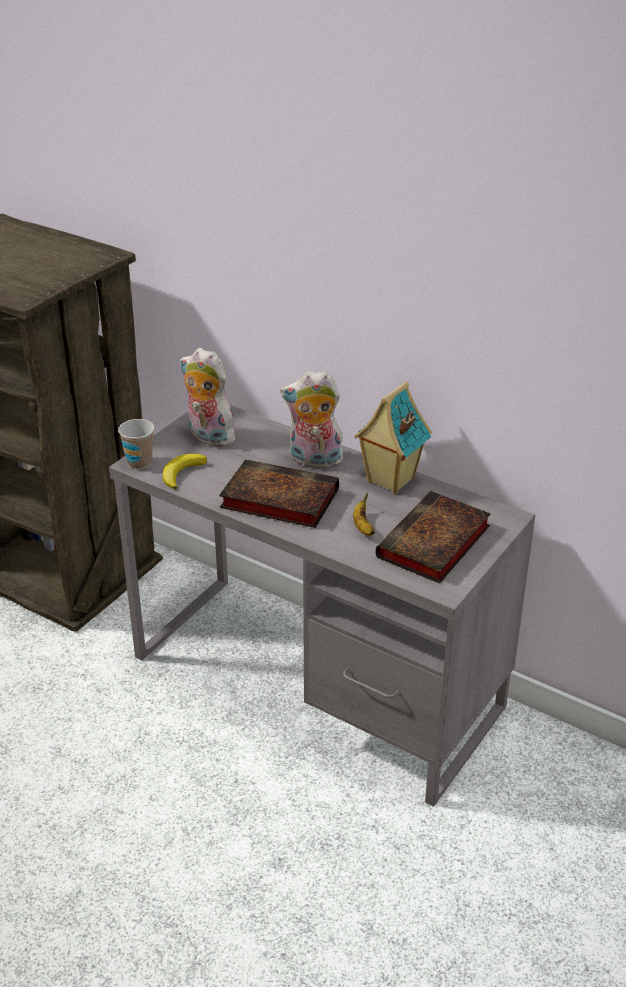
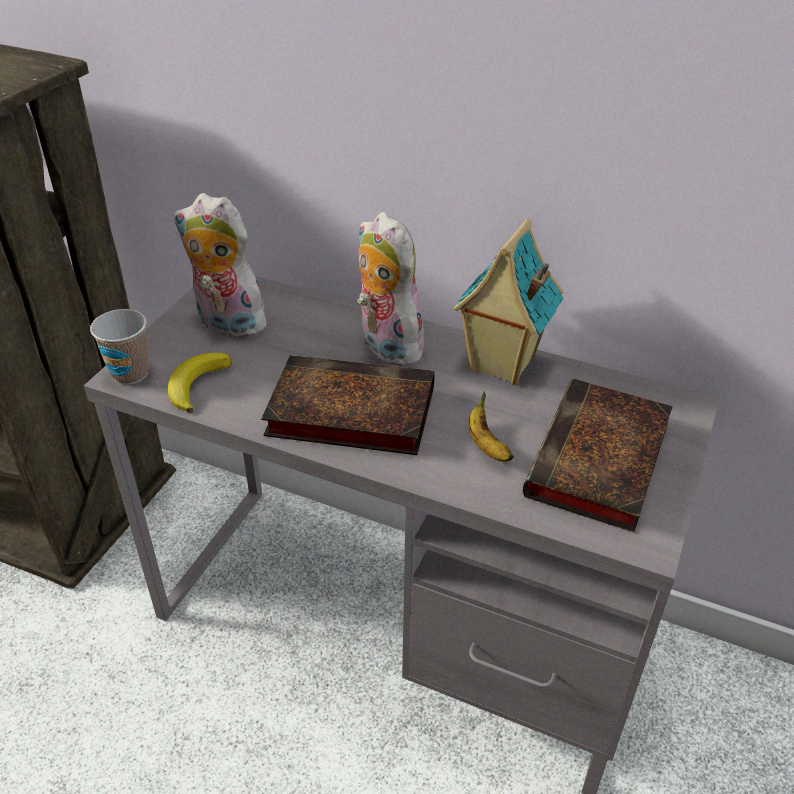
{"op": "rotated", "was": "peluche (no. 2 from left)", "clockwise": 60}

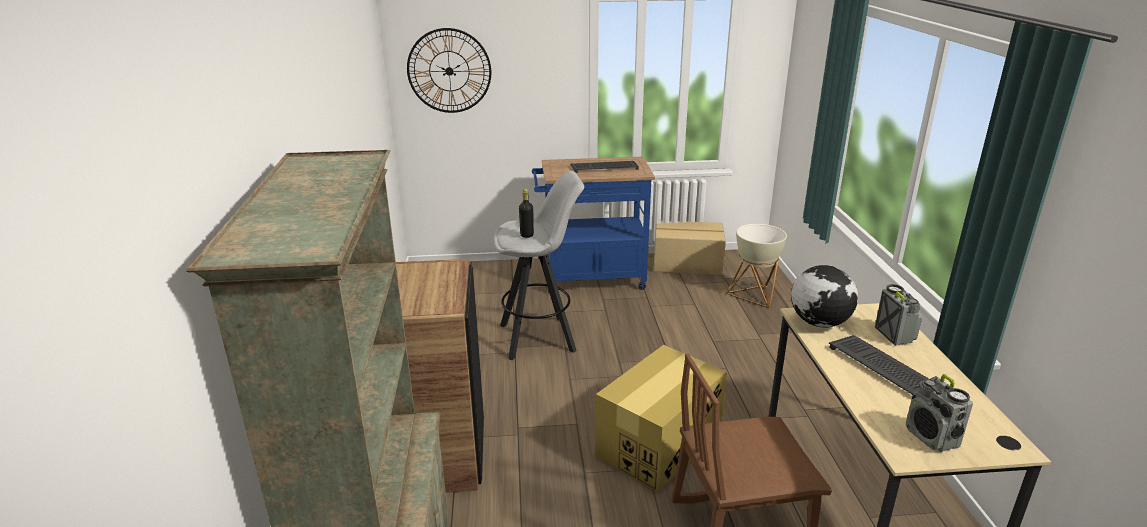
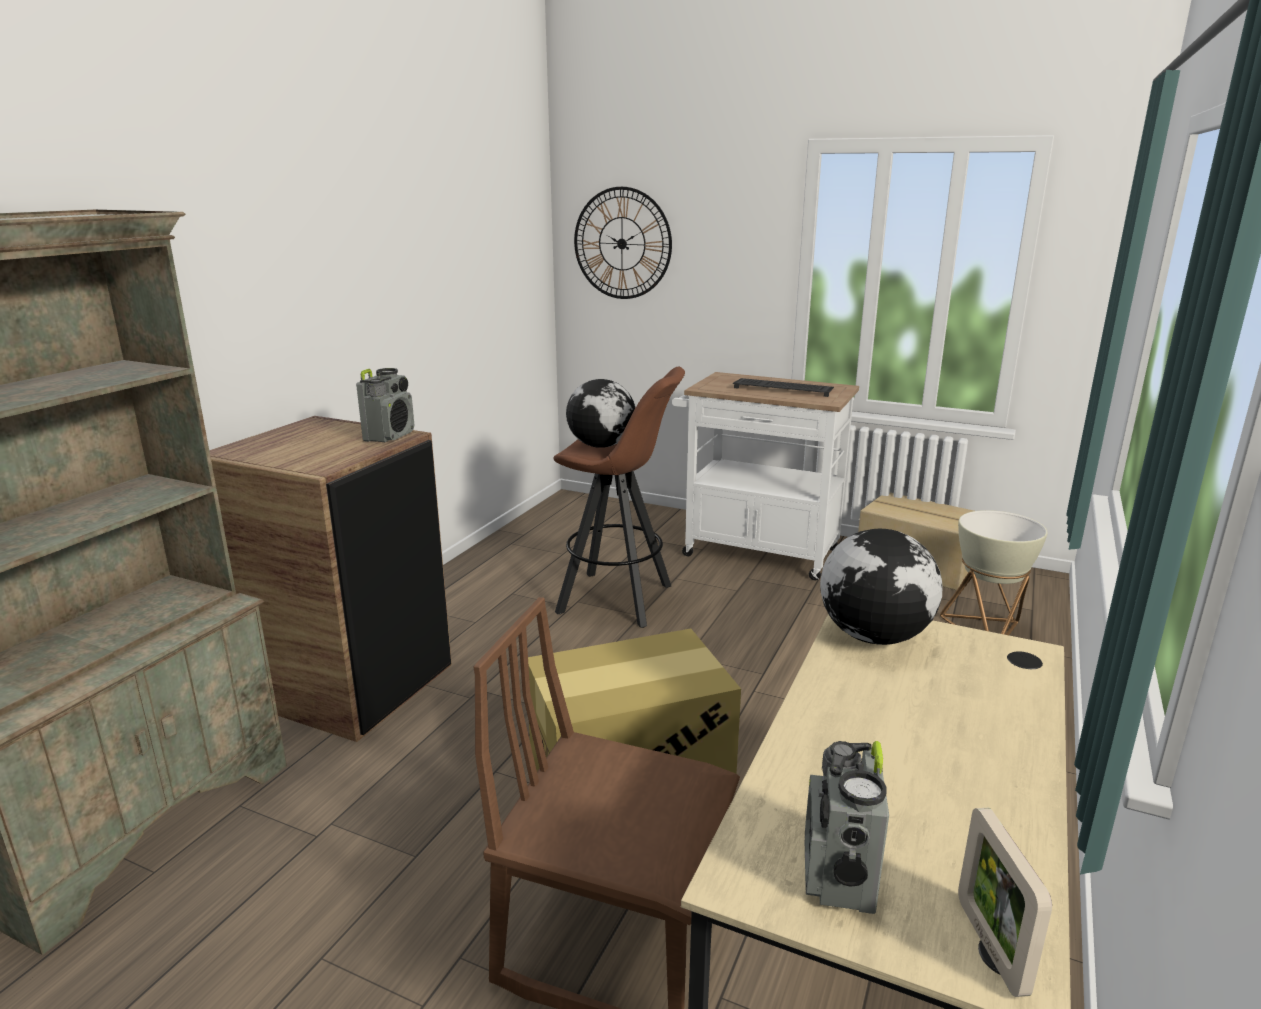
{"op": "repainted", "was": "chariot (bleu)", "now": "chariot (blanc)"}
{"op": "repainted", "was": "tabouret (gris)", "now": "tabouret (marron)"}
{"op": "swapped", "was": "bouteille (noir)", "now": "globe (no. 1 from left)"}
{"op": "shifted", "was": "radio (no. 1 from left)"}
{"op": "gone", "was": "clavier (no. 2 from left)"}
{"op": "new", "now": "cadre photo"}

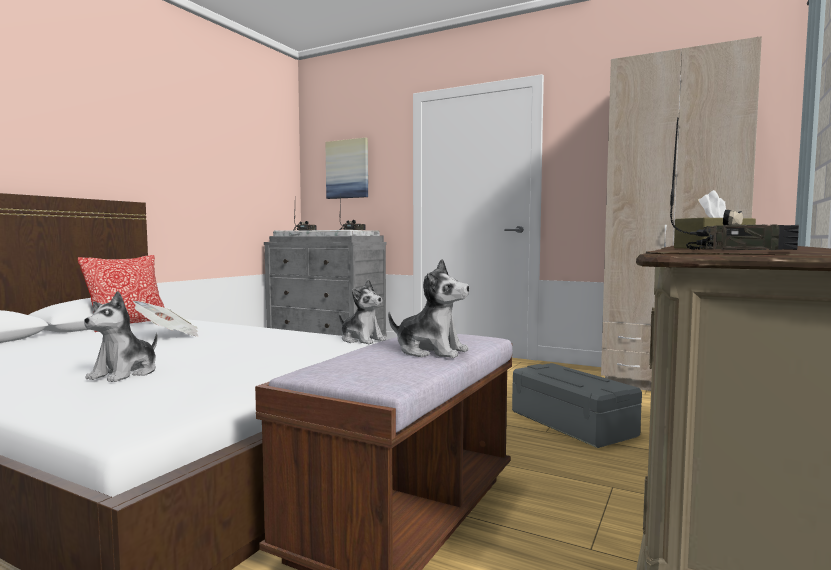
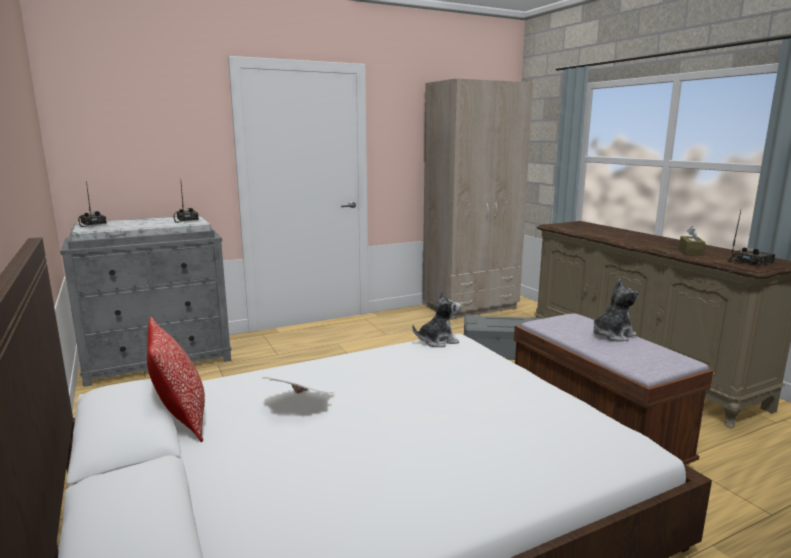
{"op": "gone", "was": "tableau"}
{"op": "gone", "was": "peluche (no. 1 from left)"}

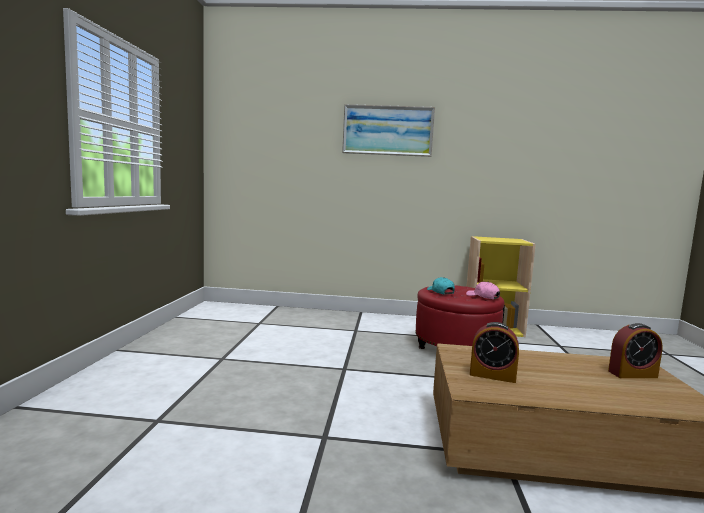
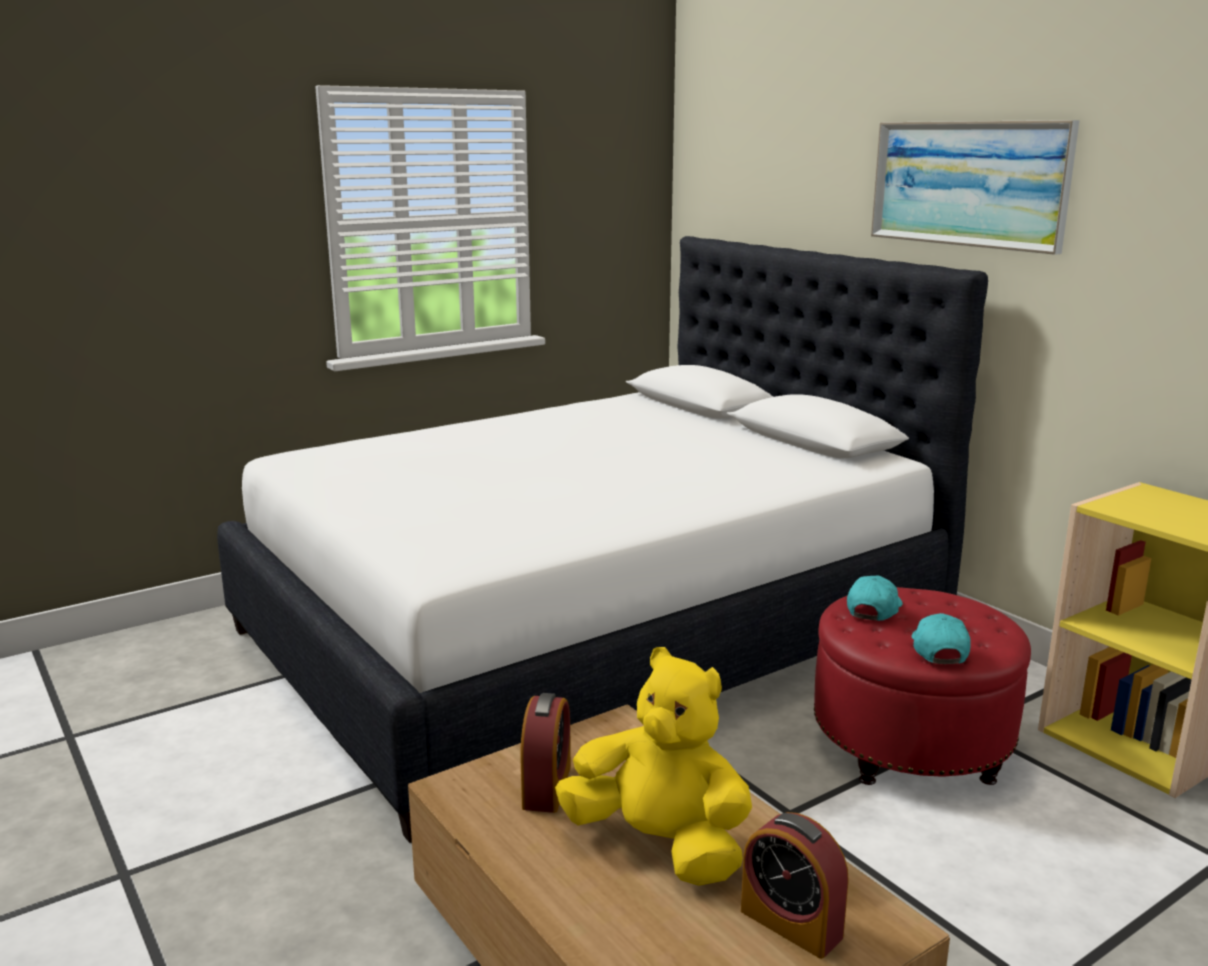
{"op": "repainted", "was": "casquette (rose)", "now": "casquette (turquoise) (no. 2 from left)"}
{"op": "rotated", "was": "réveil (no. 1 from left)", "clockwise": -150}
{"op": "new", "now": "lit (blanc)"}
{"op": "new", "now": "peluche (jaune)"}

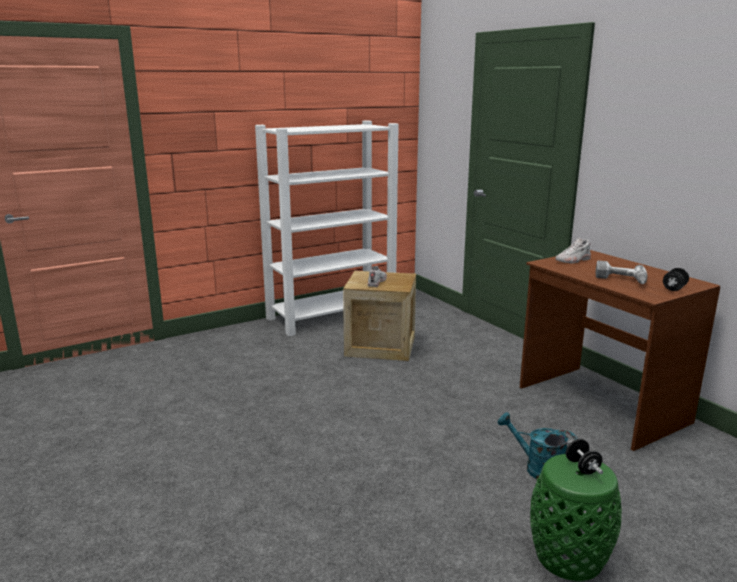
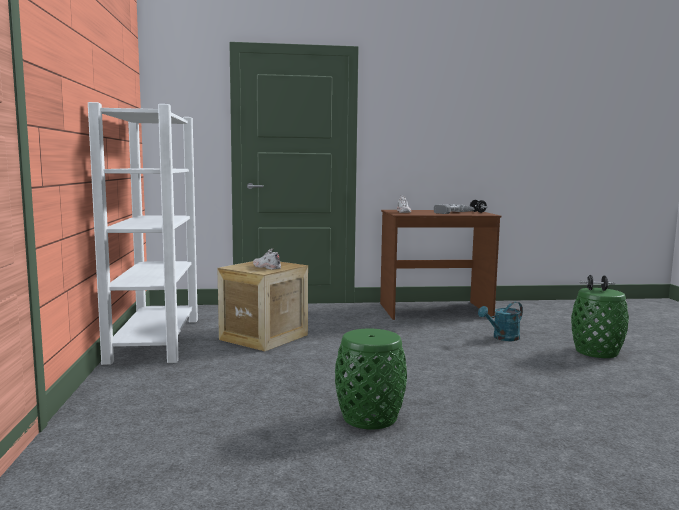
{"op": "new", "now": "tabouret (vert) (no. 1 from left)"}

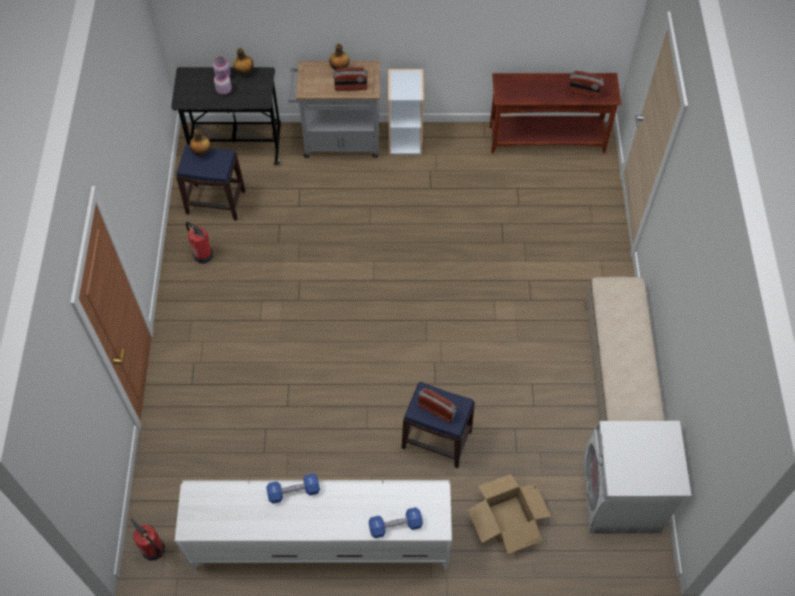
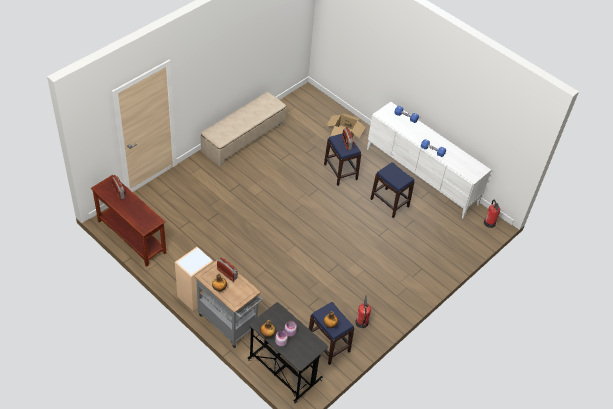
{"op": "gone", "was": "lave-linge (blanc)"}
{"op": "new", "now": "tabouret (no. 3 from left)"}

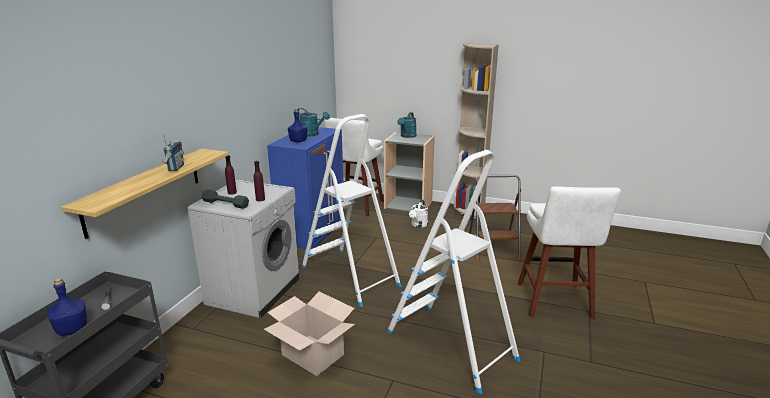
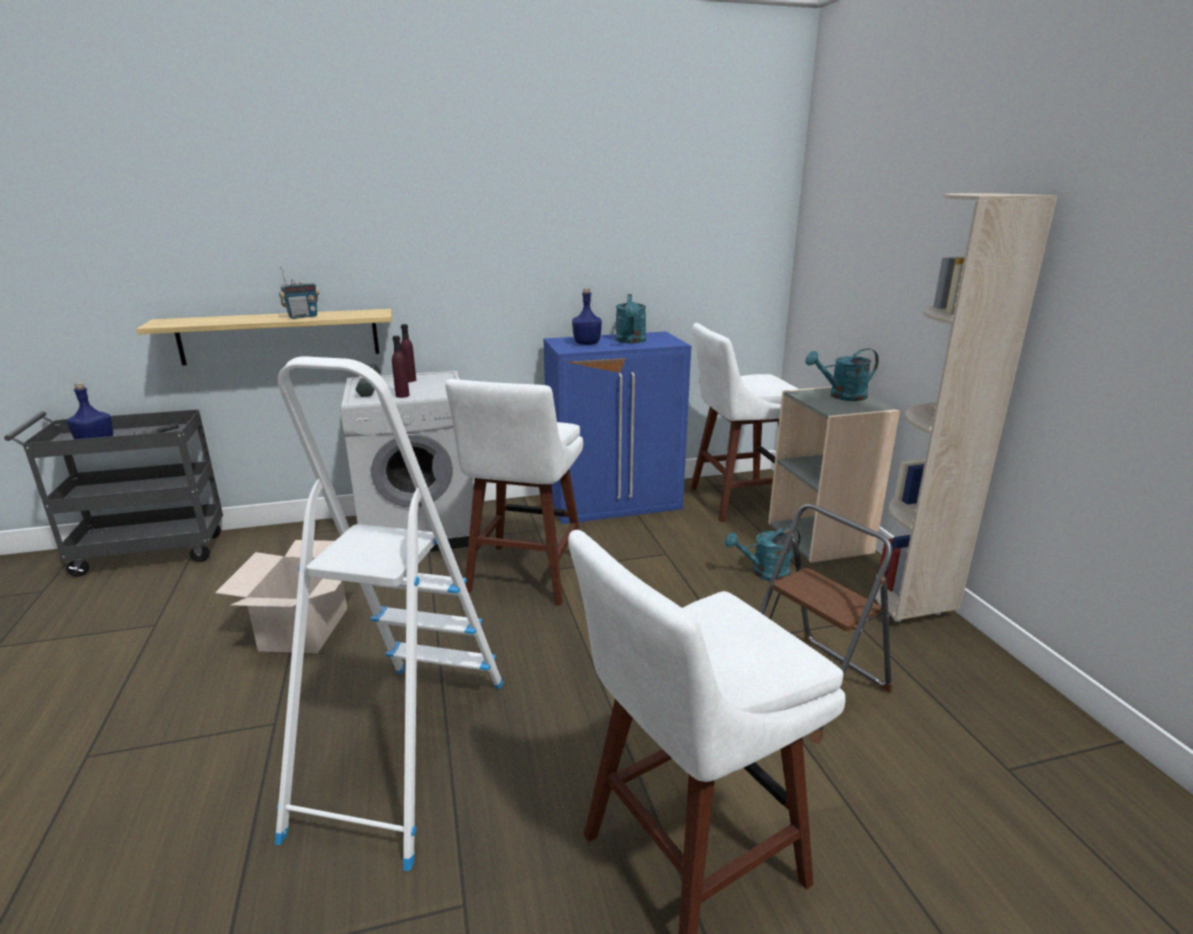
{"op": "swapped", "was": "escabeau (blanc) (no. 1 from left)", "now": "tabouret (blanc) (no. 1 from left)"}
{"op": "repainted", "was": "arrosoir (blanc)", "now": "arrosoir (turquoise) (no. 2 from left)"}

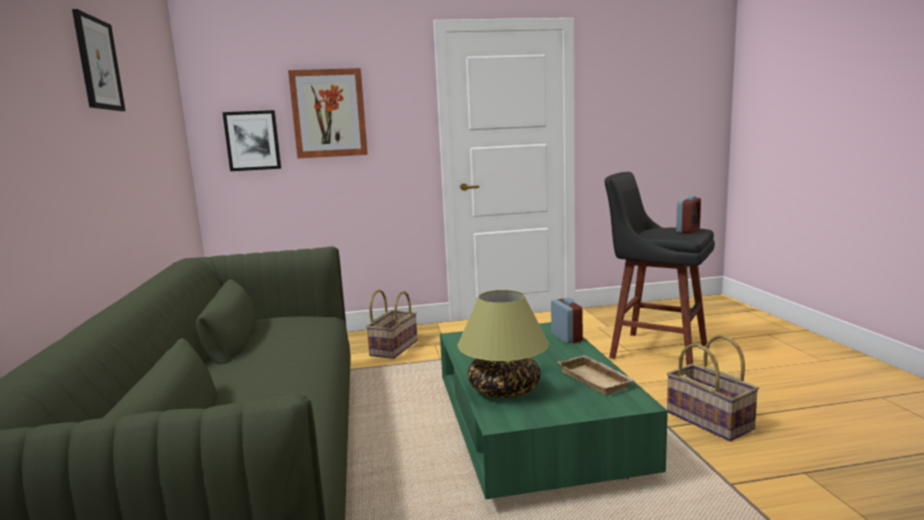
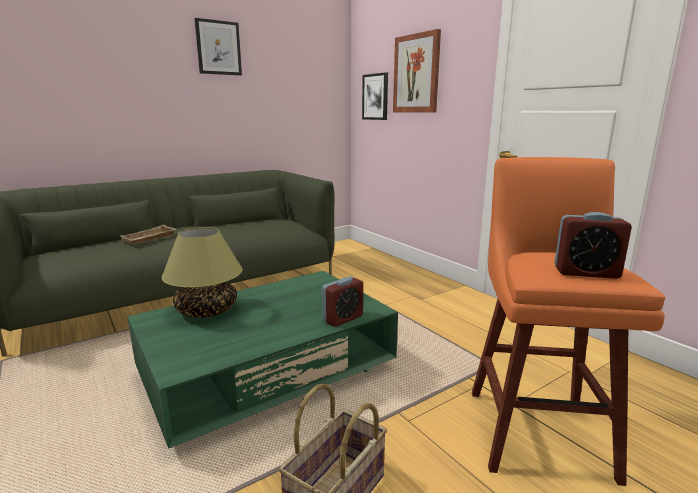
{"op": "repainted", "was": "tabouret (noir)", "now": "tabouret (orange)"}
{"op": "gone", "was": "panier (no. 1 from left)"}
{"op": "shifted", "was": "plateau (beige)"}

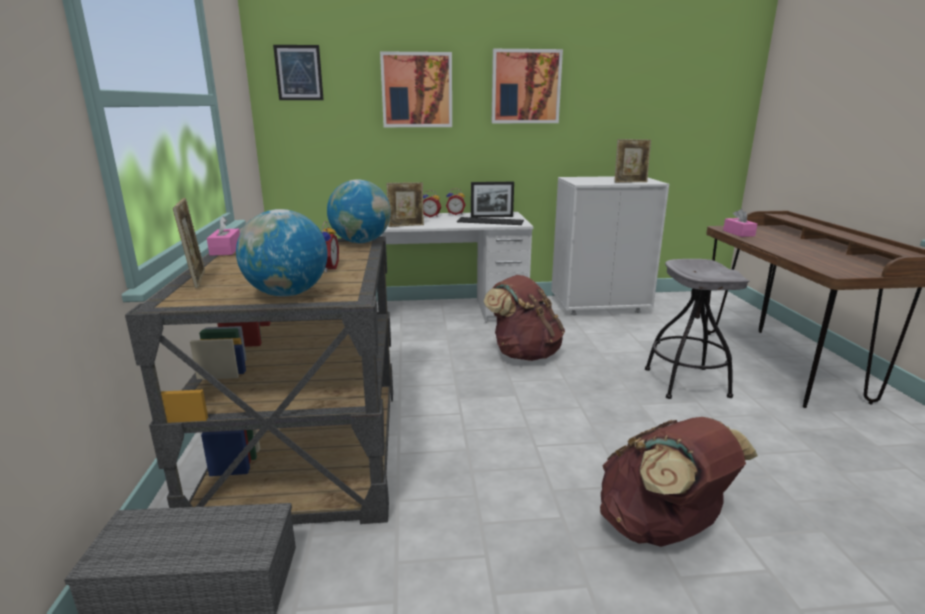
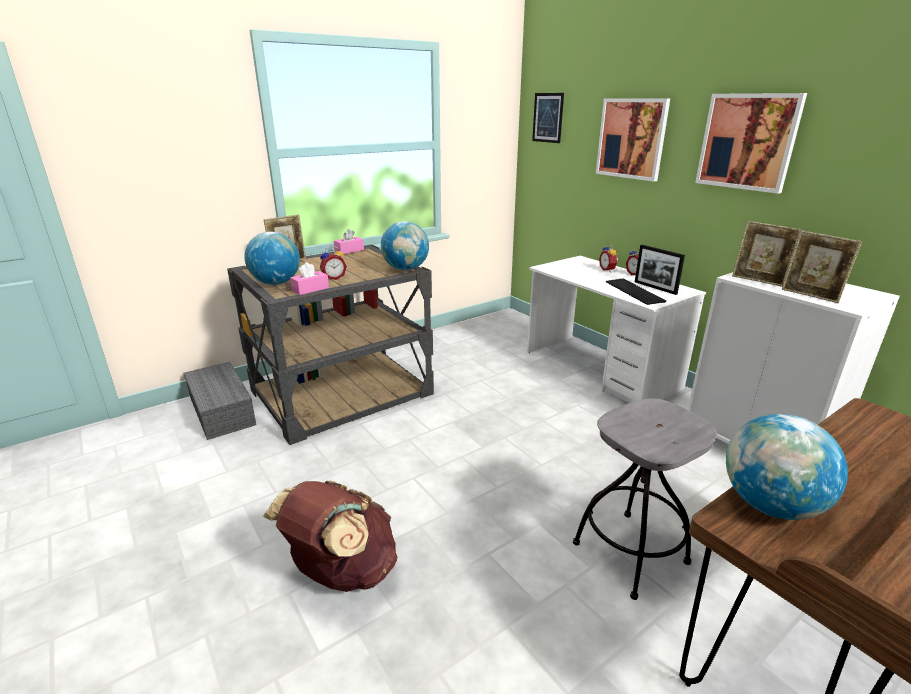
{"op": "shifted", "was": "cadre photo (no. 2 from left in the first image)", "now": "cadre photo (no. 3 from left)"}
{"op": "shifted", "was": "boîte à mouchoirs (rose) (no. 2 from left in the first image)", "now": "boîte à mouchoirs (rose) (no. 1 from left)"}
{"op": "gone", "was": "sac à dos (marron) (no. 1 from left)"}
{"op": "new", "now": "globe (no. 3 from left)"}

